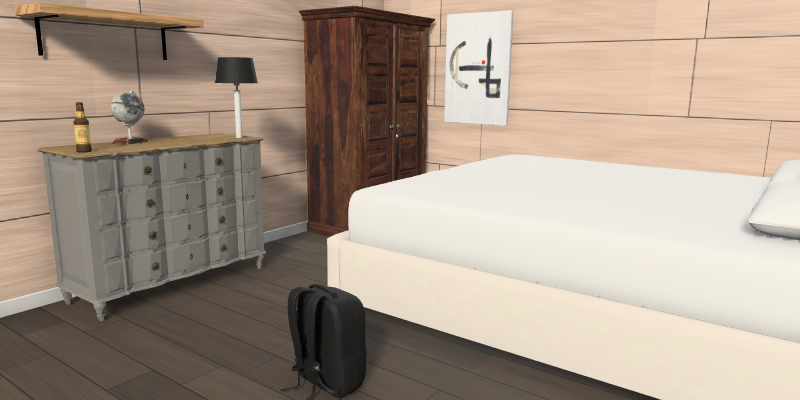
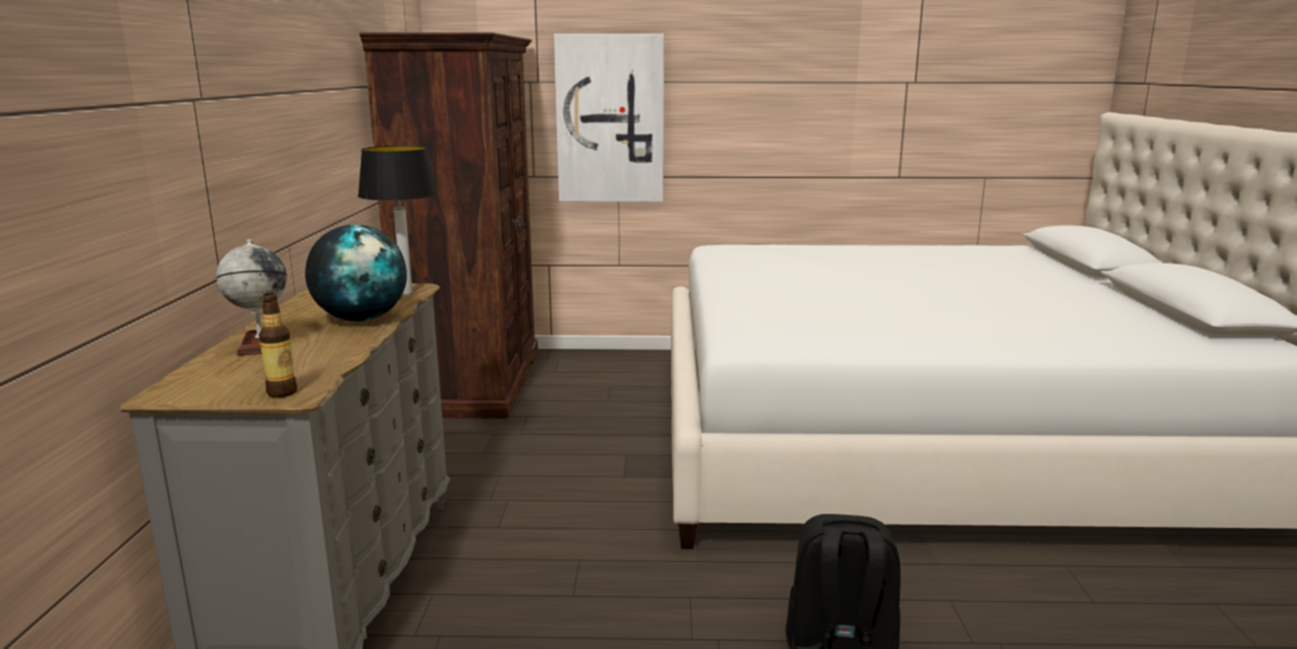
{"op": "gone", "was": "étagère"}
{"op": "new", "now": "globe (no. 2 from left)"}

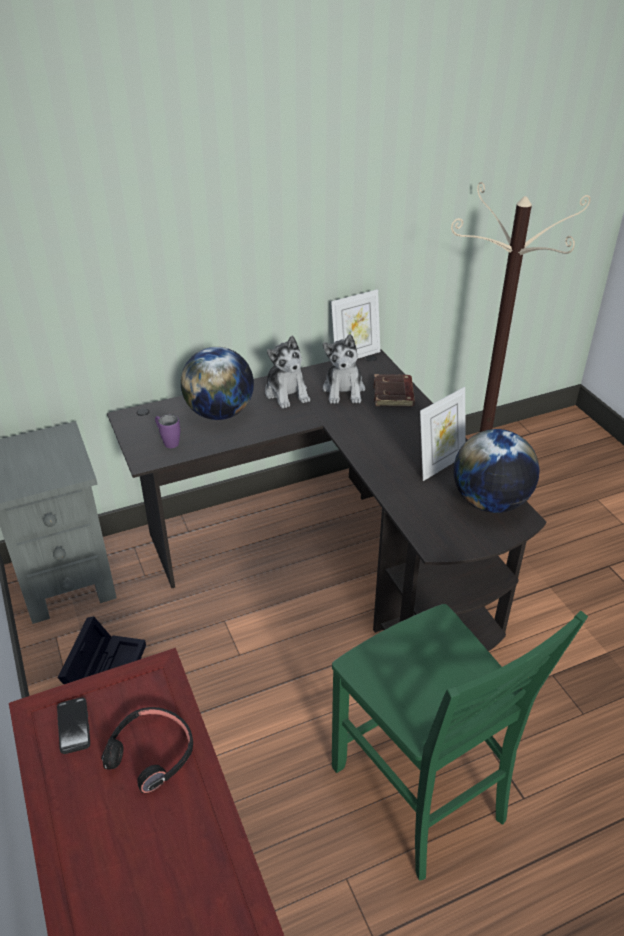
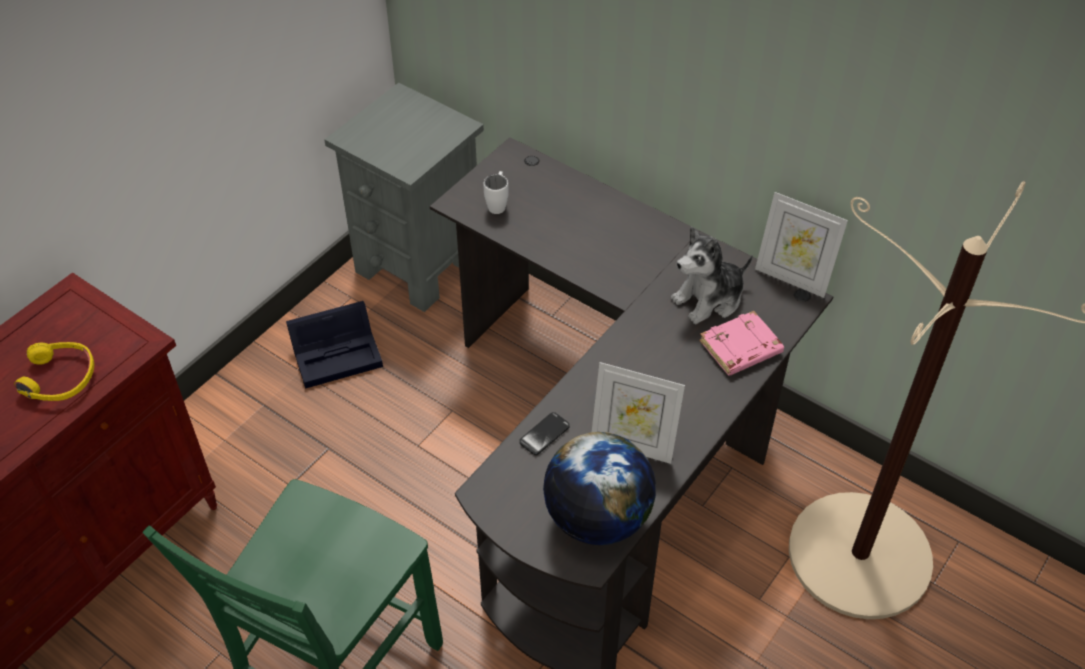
{"op": "gone", "was": "peluche (no. 1 from left)"}
{"op": "gone", "was": "globe (no. 1 from left)"}
{"op": "repainted", "was": "livre (marron)", "now": "livre (rose)"}
{"op": "repainted", "was": "mug (violet)", "now": "mug (blanc)"}
{"op": "shifted", "was": "téléphone"}
{"op": "repainted", "was": "casque audio (noir)", "now": "casque audio (jaune)"}

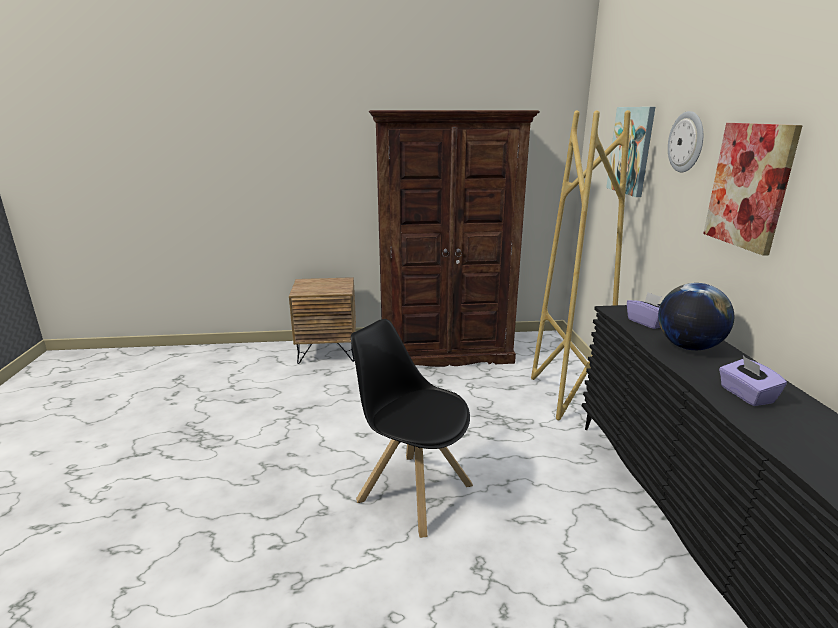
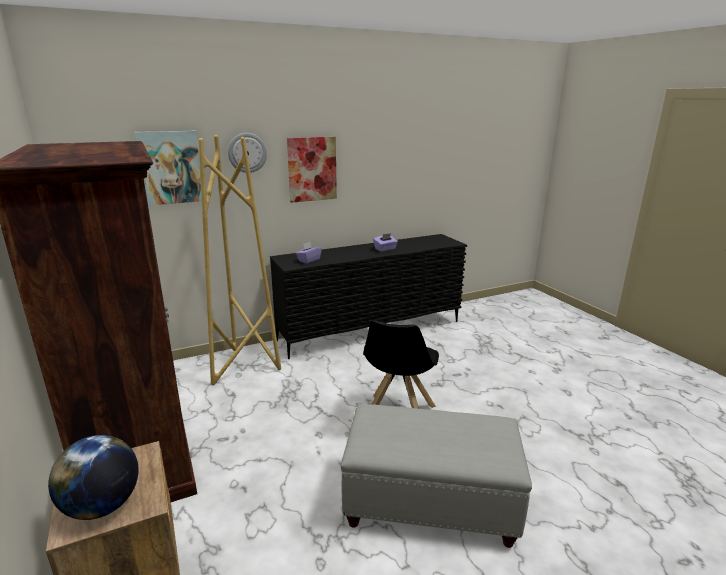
{"op": "shifted", "was": "globe"}
{"op": "new", "now": "pouf (gris)"}

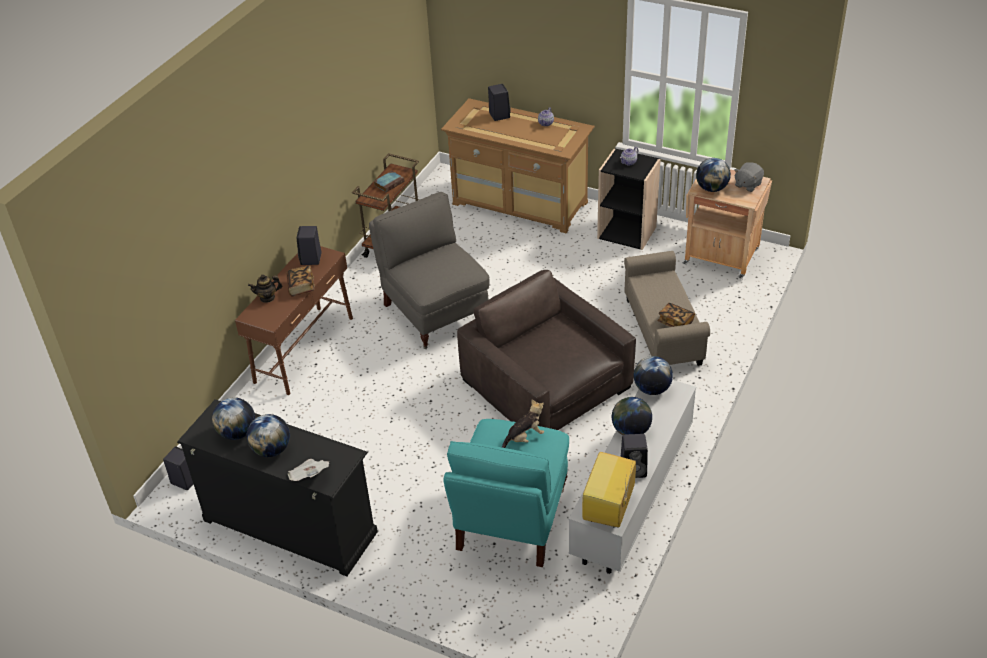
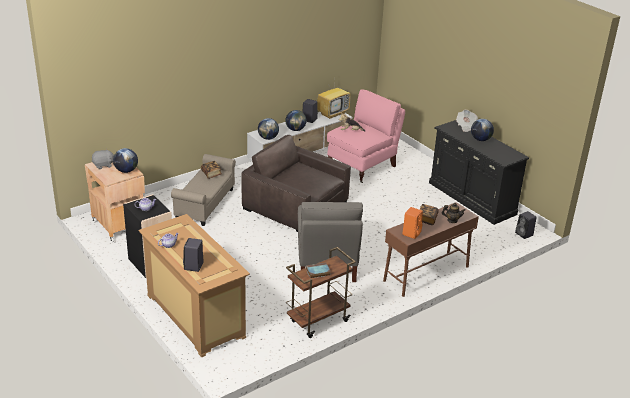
{"op": "repainted", "was": "enceinte (noir) (no. 2 from left)", "now": "enceinte (orange)"}
{"op": "rotated", "was": "fauteuil (marron)", "clockwise": 135}
{"op": "gone", "was": "globe (no. 1 from left)"}
{"op": "repainted", "was": "fauteuil (turquoise)", "now": "fauteuil (rose)"}

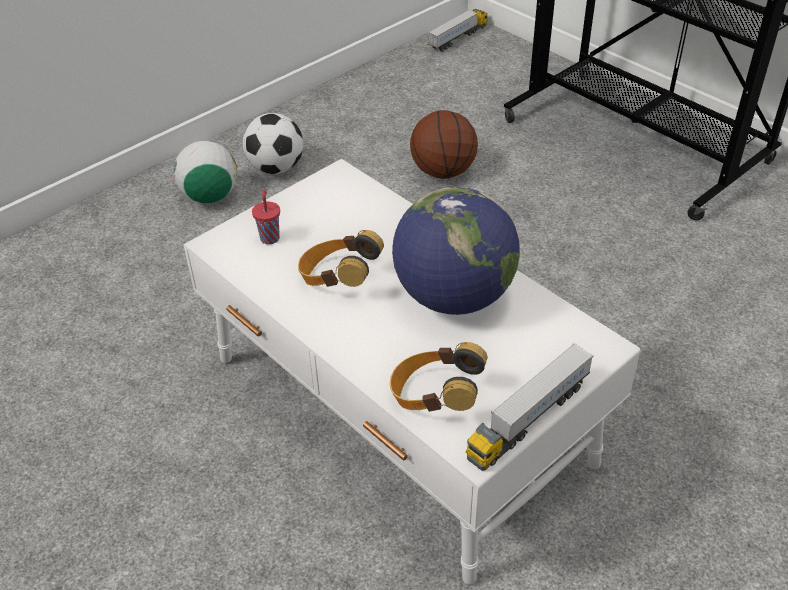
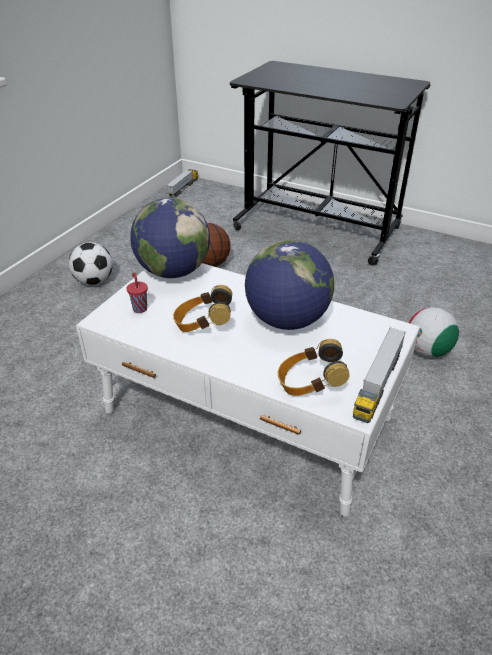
{"op": "shifted", "was": "ballon de foot (no. 1 from left in the first image)", "now": "ballon de foot (no. 2 from left)"}
{"op": "new", "now": "globe (no. 1 from left)"}

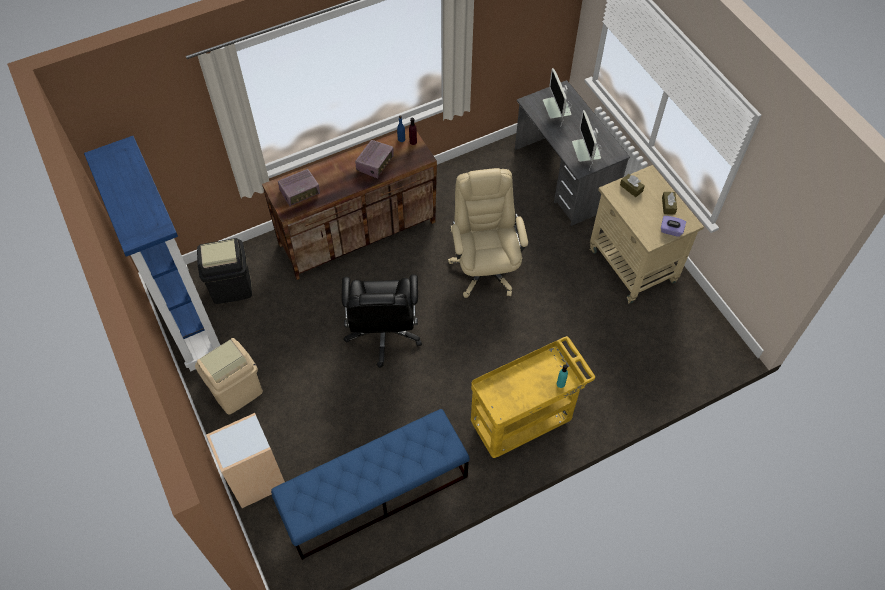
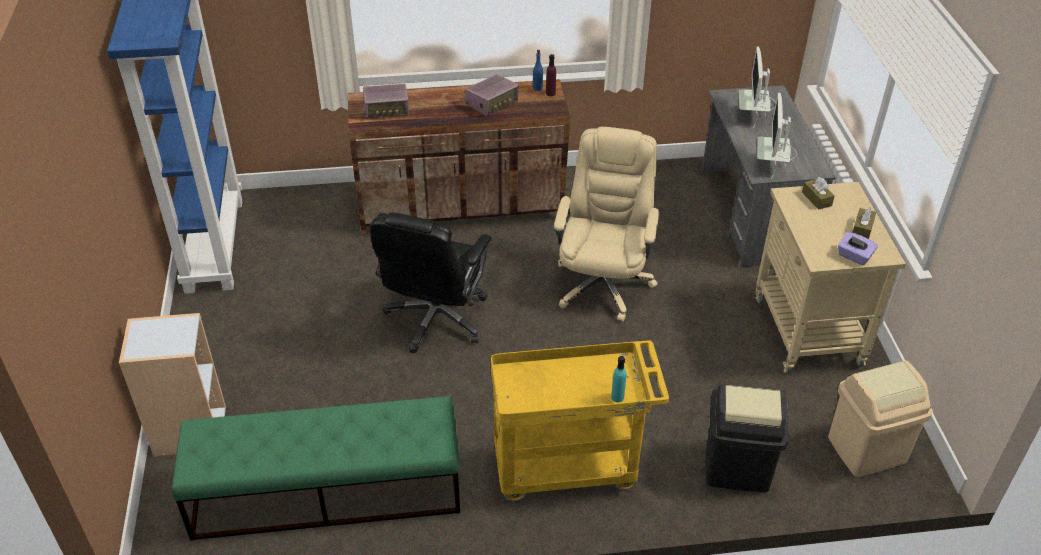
{"op": "shifted", "was": "poubelle (noir)"}
{"op": "shifted", "was": "poubelle (beige)"}
{"op": "repainted", "was": "banc (bleu)", "now": "banc (vert)"}

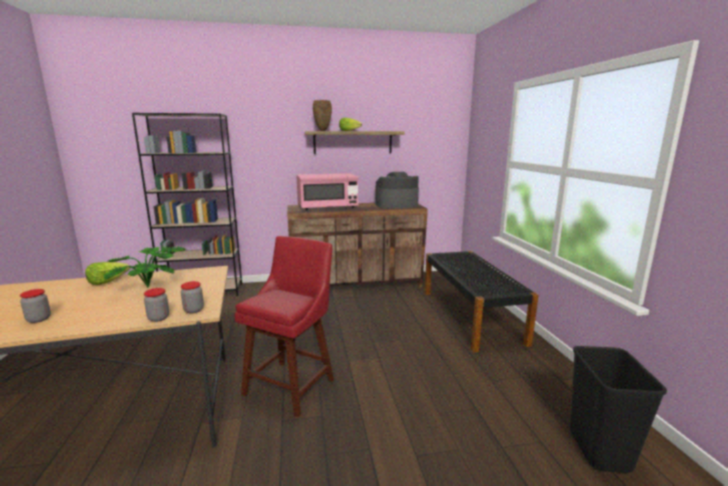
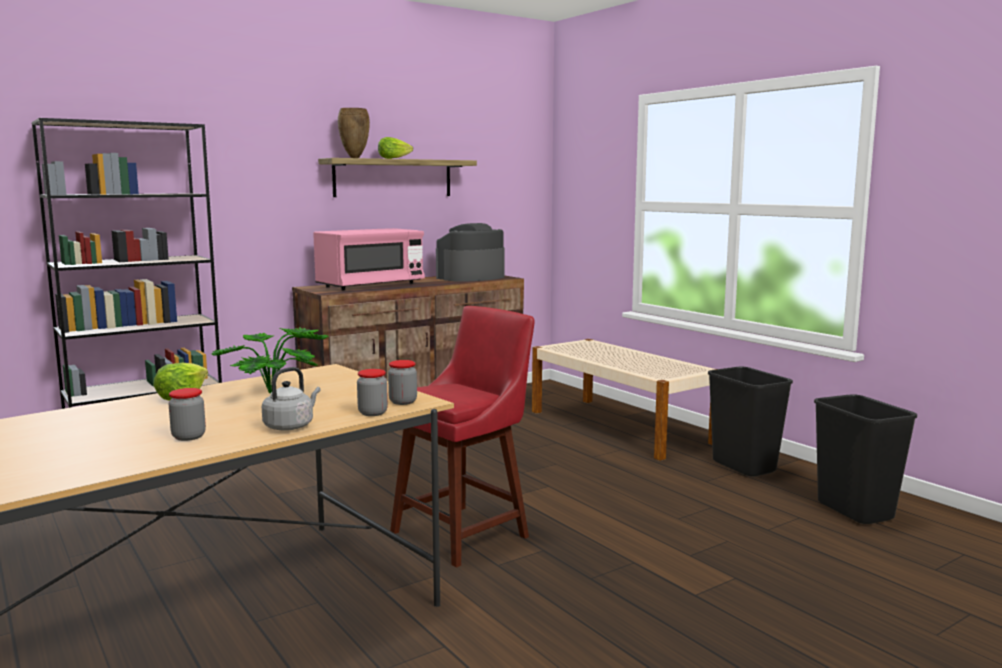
{"op": "rotated", "was": "chaise (rouge)", "clockwise": 45}
{"op": "repainted", "was": "banc (noir)", "now": "banc (beige)"}
{"op": "new", "now": "bouilloire (gris)"}
{"op": "new", "now": "poubelle (noir) (no. 1 from left)"}

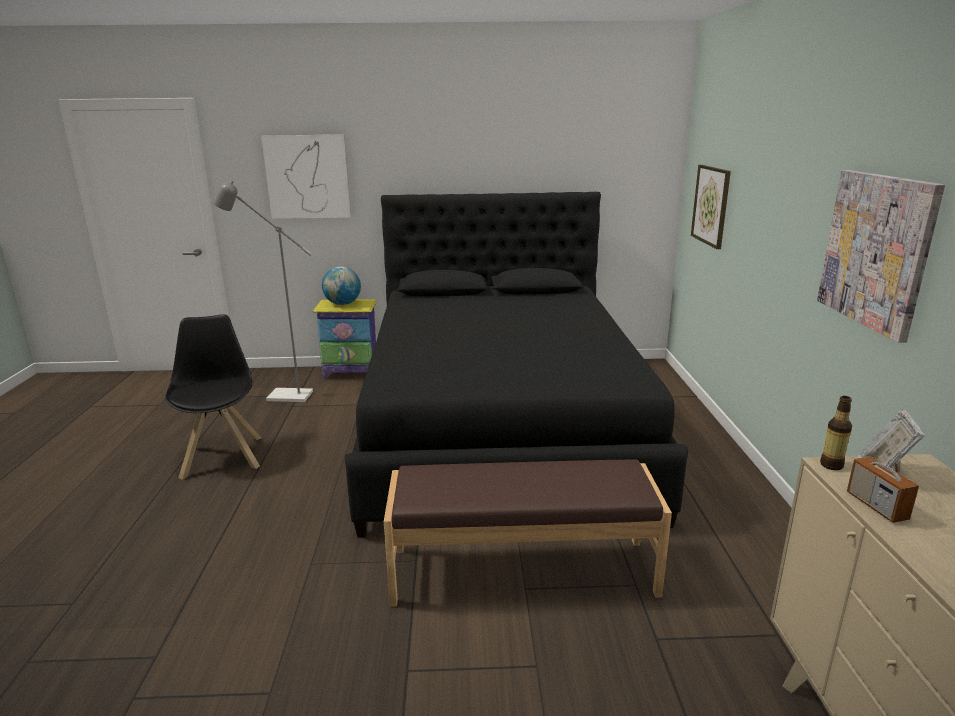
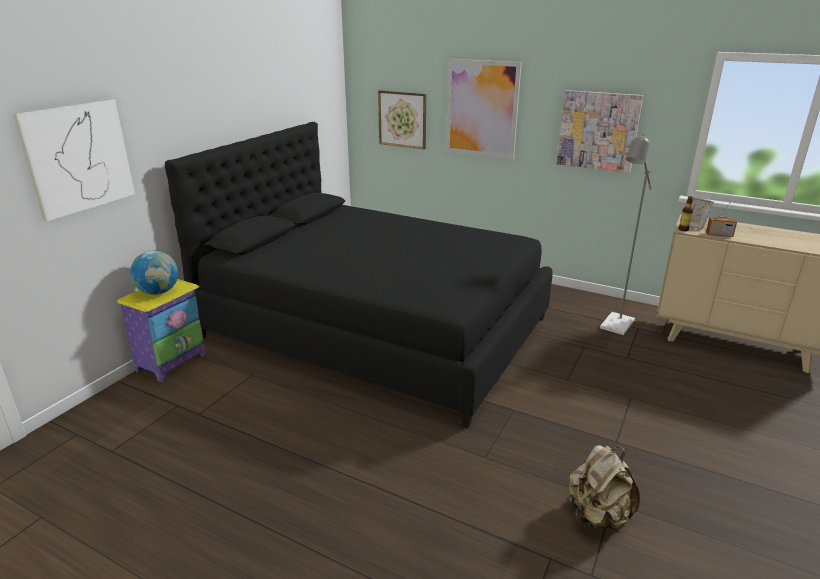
{"op": "shifted", "was": "lampadaire (gris)"}
{"op": "gone", "was": "chaise (noir)"}
{"op": "gone", "was": "banc (marron)"}
{"op": "new", "now": "tableau (no. 3 from left)"}
{"op": "new", "now": "sac à dos (beige)"}

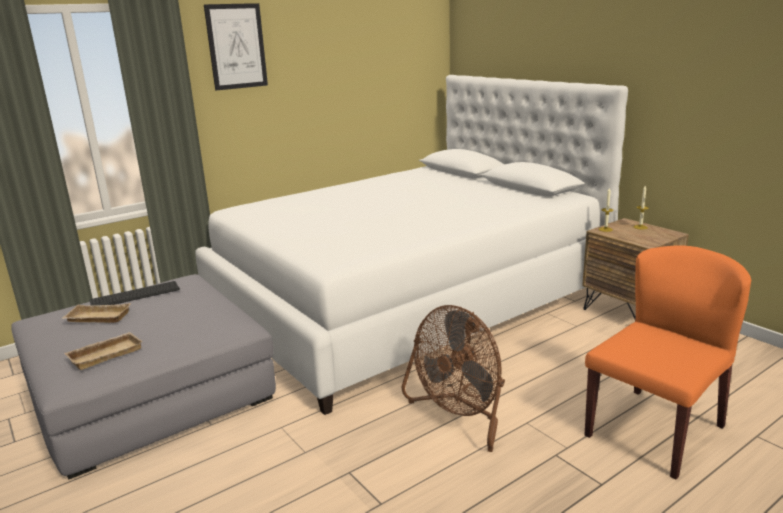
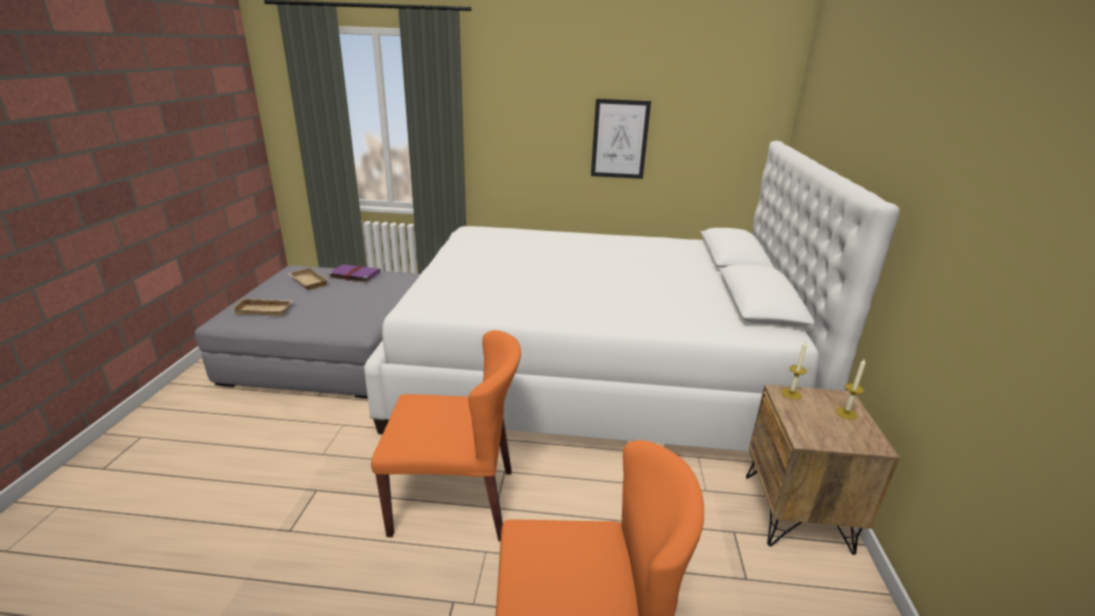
{"op": "shifted", "was": "tableau"}
{"op": "swapped", "was": "clavier", "now": "livre (violet)"}
{"op": "swapped", "was": "ventilateur (marron)", "now": "chaise (orange) (no. 1 from left)"}

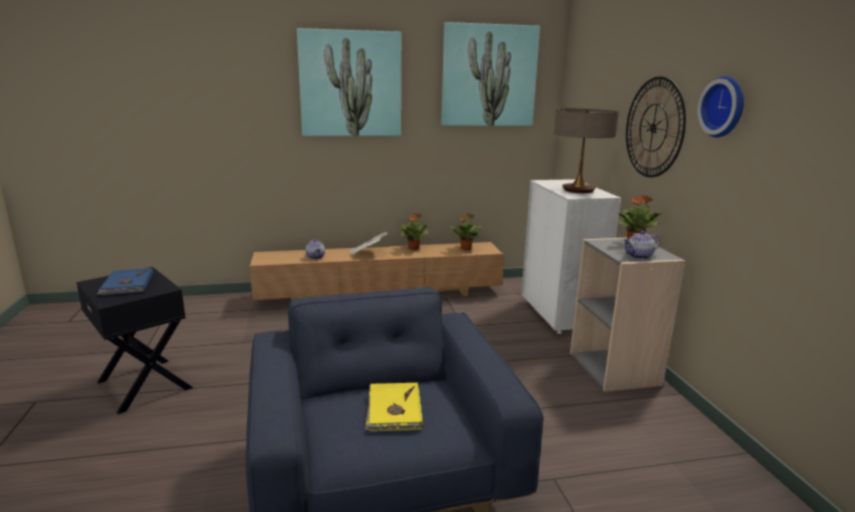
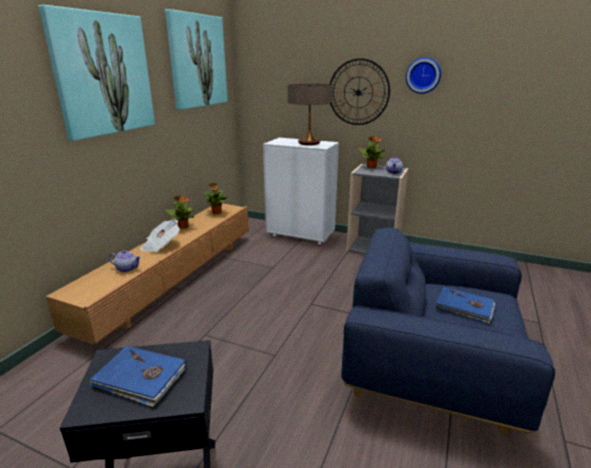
{"op": "repainted", "was": "livre (jaune)", "now": "livre (bleu) (no. 2 from left)"}

